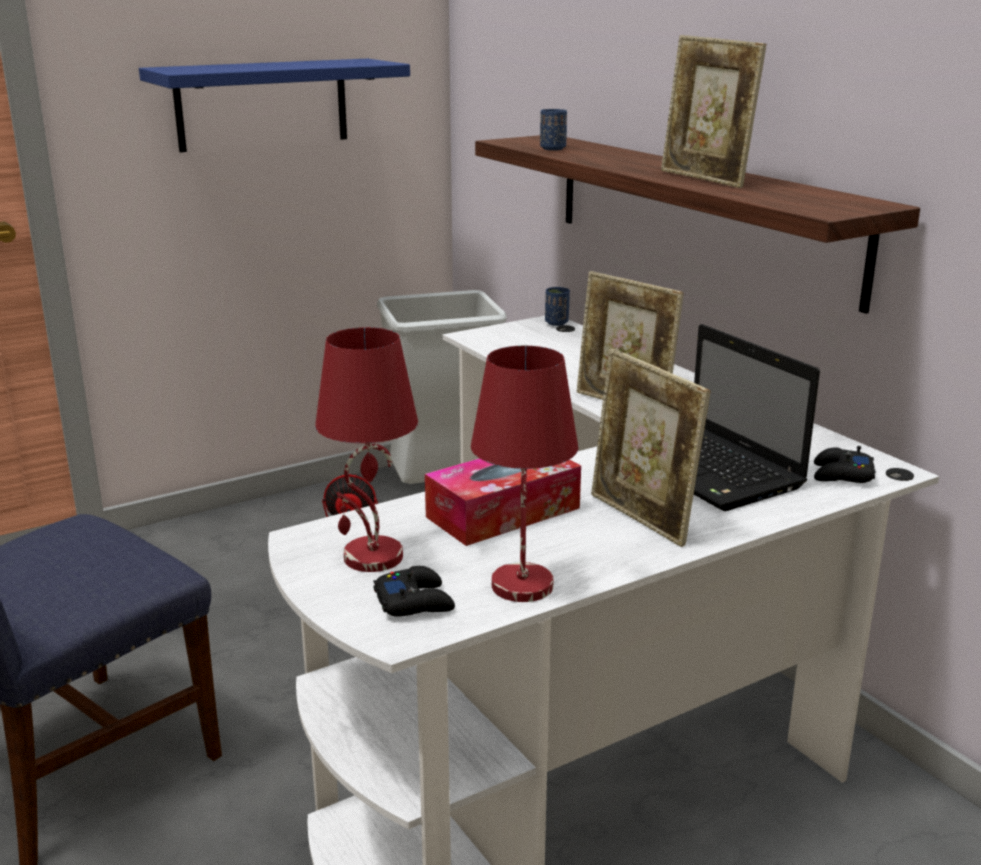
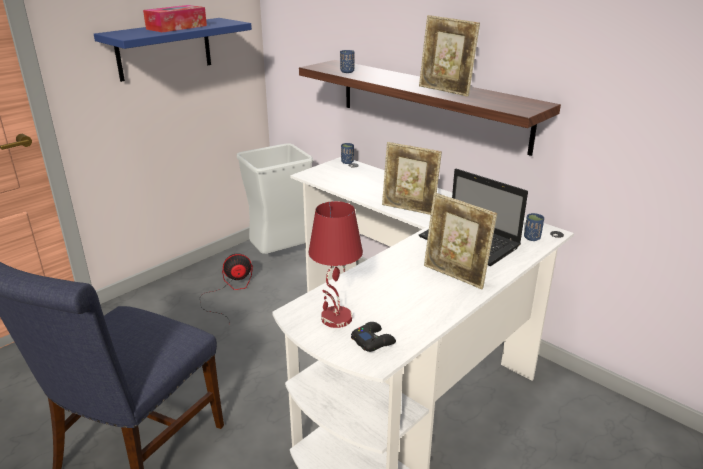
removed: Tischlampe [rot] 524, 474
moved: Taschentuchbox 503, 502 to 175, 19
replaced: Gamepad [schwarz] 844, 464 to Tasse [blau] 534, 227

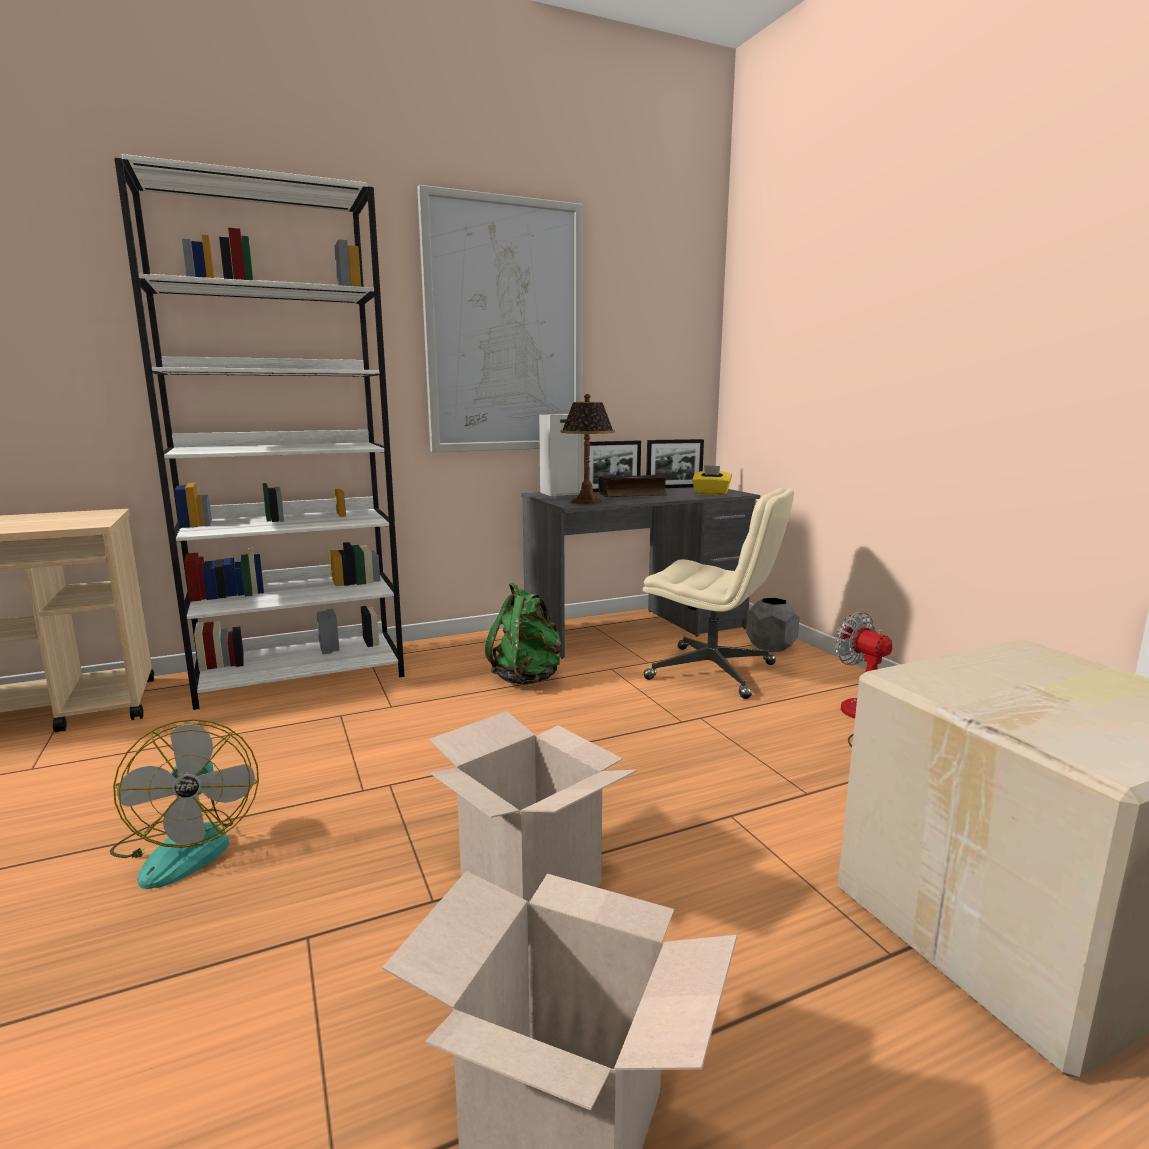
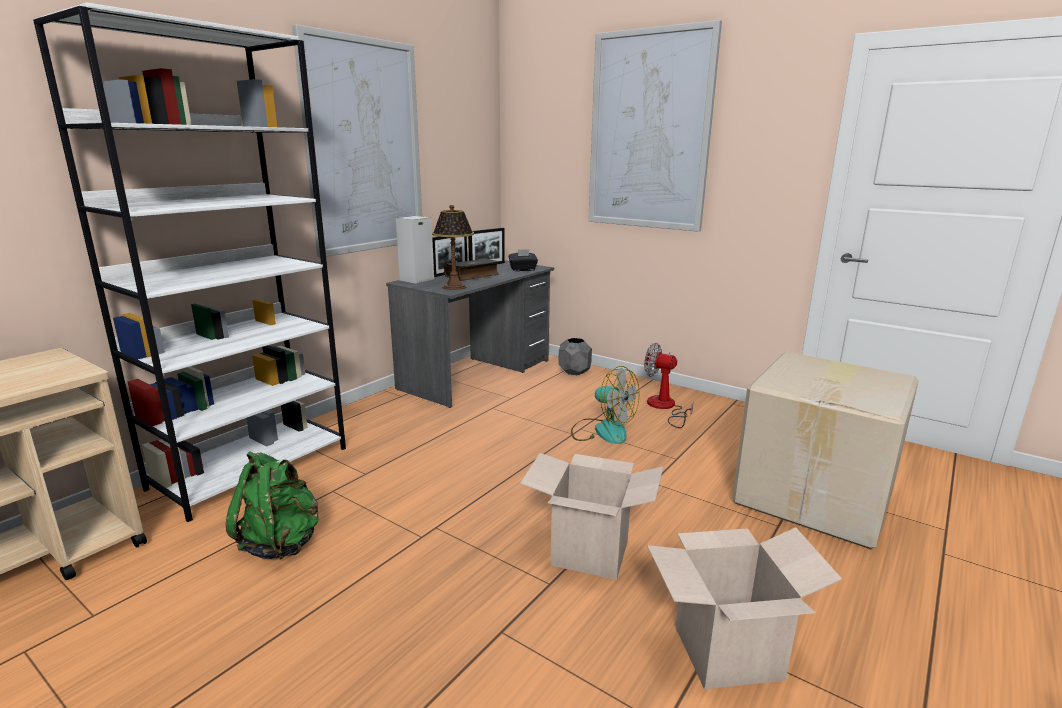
removed: Bürostuhl [beige] 718, 593
added: Bild 655, 126
moved: Ventilator 184, 804 to 605, 405; Rucksack [grün] 523, 633 to 272, 505
recoloured: Taschentuchbox [gelb] 712, 480 to Taschentuchbox [schwarz] 523, 260

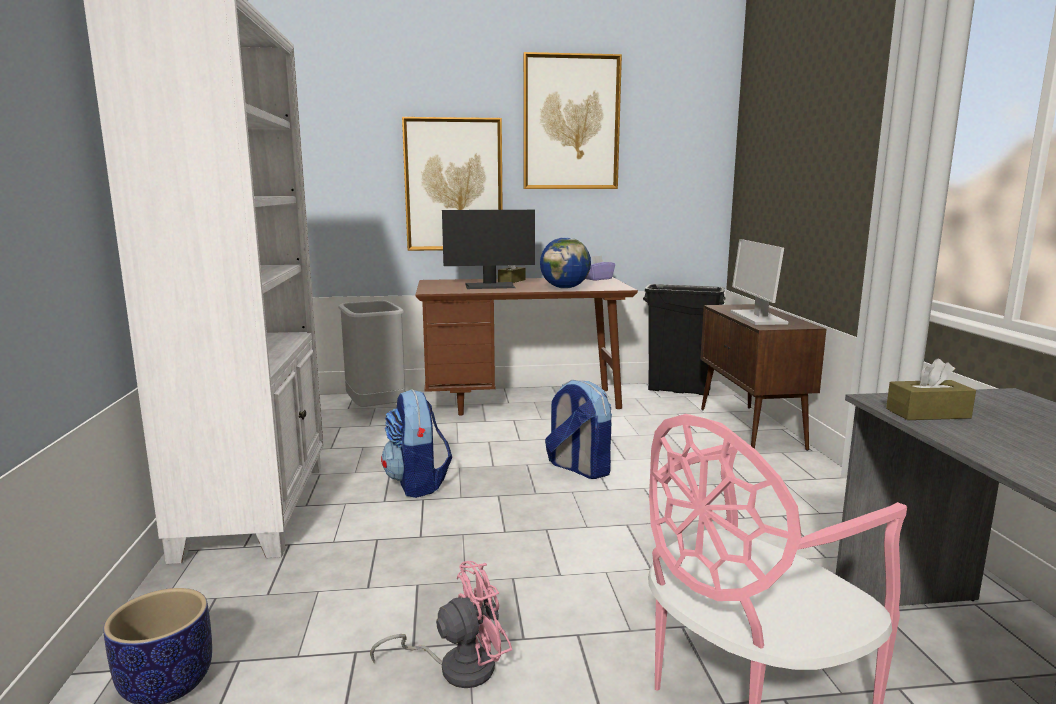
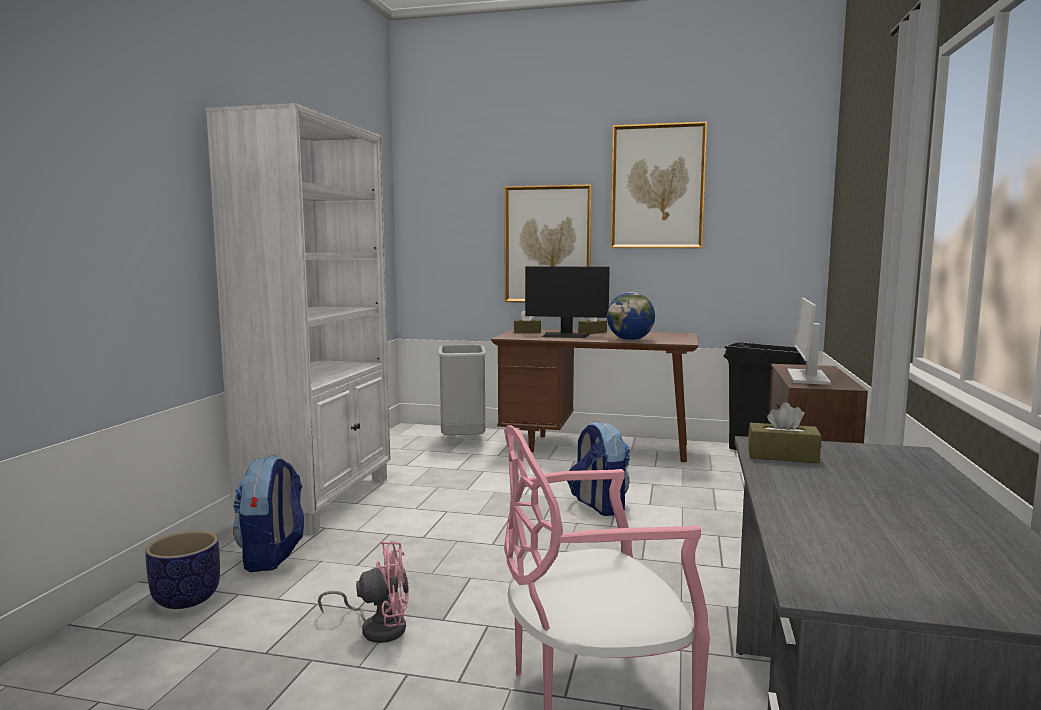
removed: Taschentuchbox [lila] 600, 267
added: Taschentuchbox [braun] 527, 322
moved: Rucksack 416, 443 to 268, 513

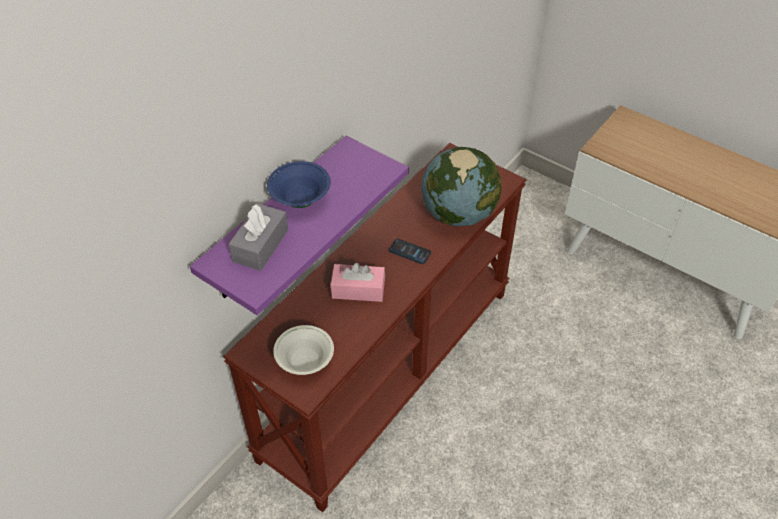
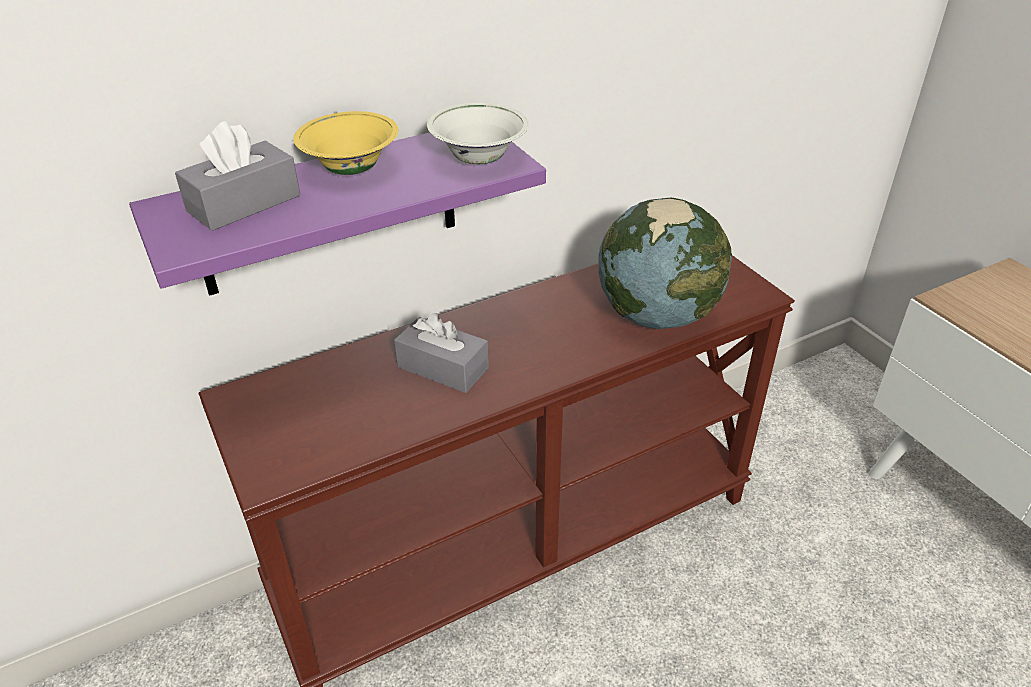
removed: Handy 410, 251
moved: Schüssel [weiß] 303, 350 to 478, 133
recoloured: Schüssel [blau] 299, 184 to Schüssel [gelb] 345, 143; Taschentuchbox [rosa] 358, 282 to Taschentuchbox [grau] 441, 353

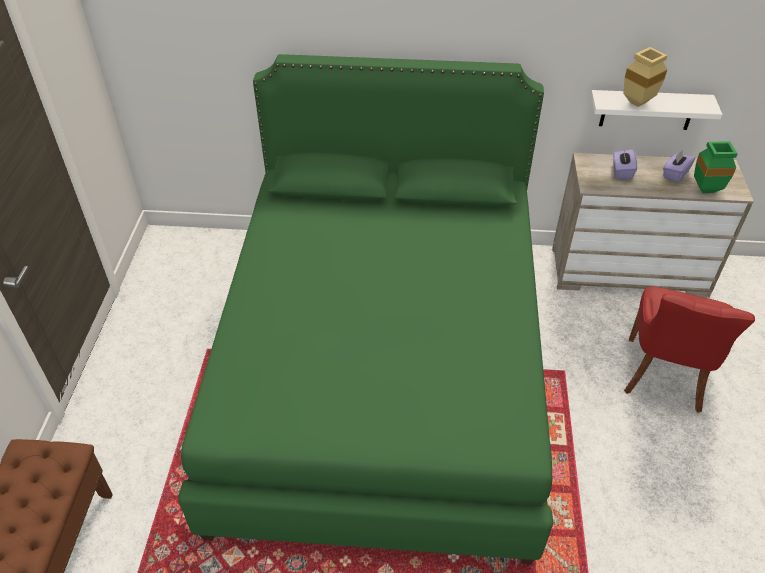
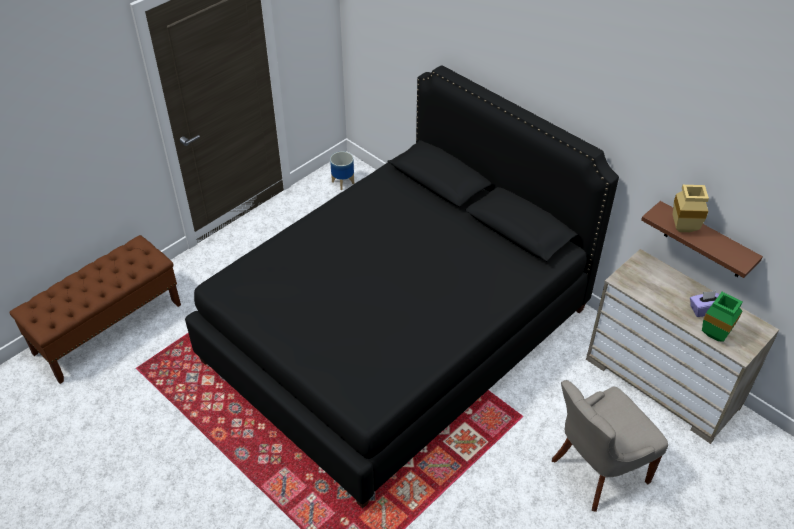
removed: Taschentuchbox [lila] 625, 165
added: Pflanzkübel 342, 170
recoloured: Bett [grün] 365, 309 to Bett [schwarz] 402, 286; Wandregal [weiß] 656, 110 to Wandregal [braun] 702, 239; Stuhl [rot] 689, 350 to Stuhl [grau] 610, 446

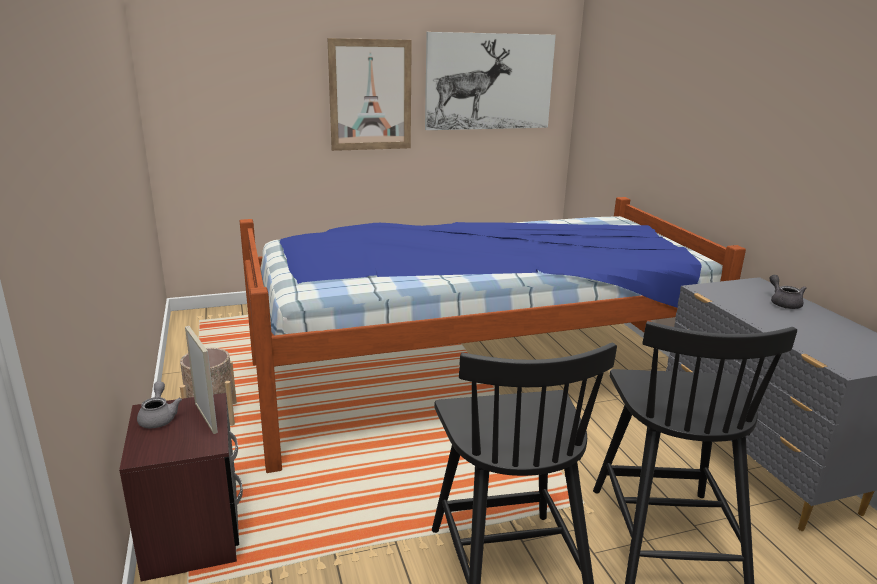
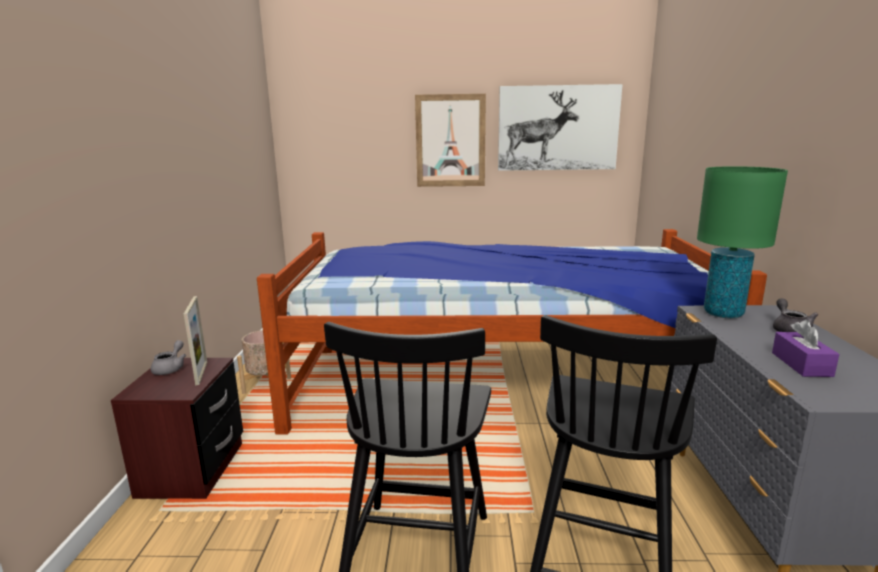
added: Tischlampe [grün] 742, 242; Taschentuchbox [lila] 806, 348

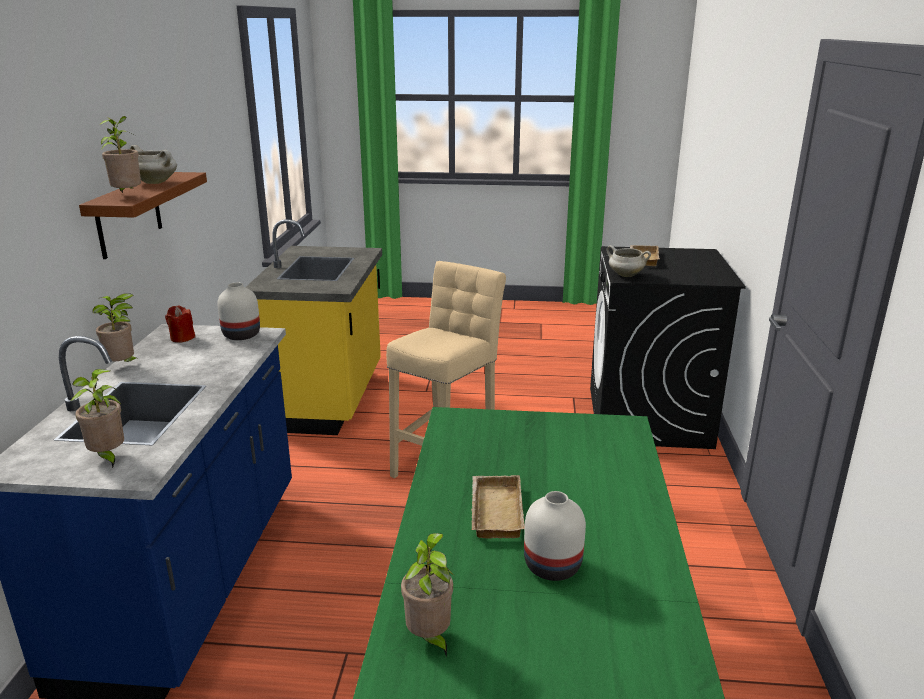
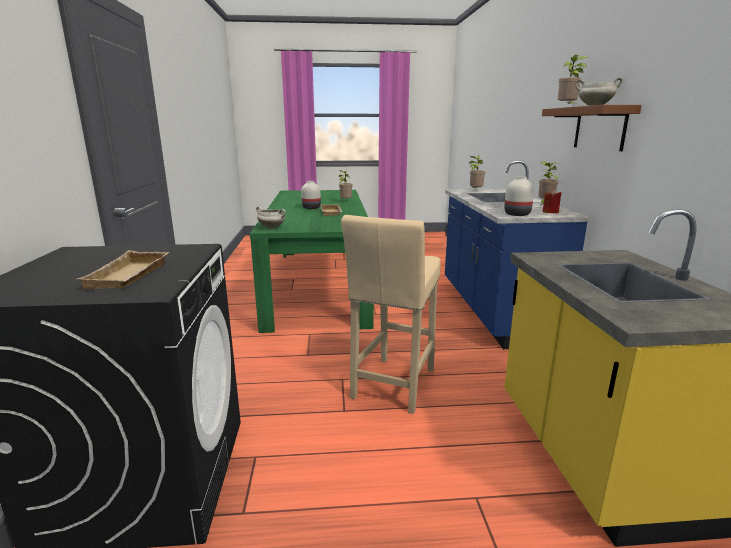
moved: Kochtopf [weiß] 628, 261 to 271, 217

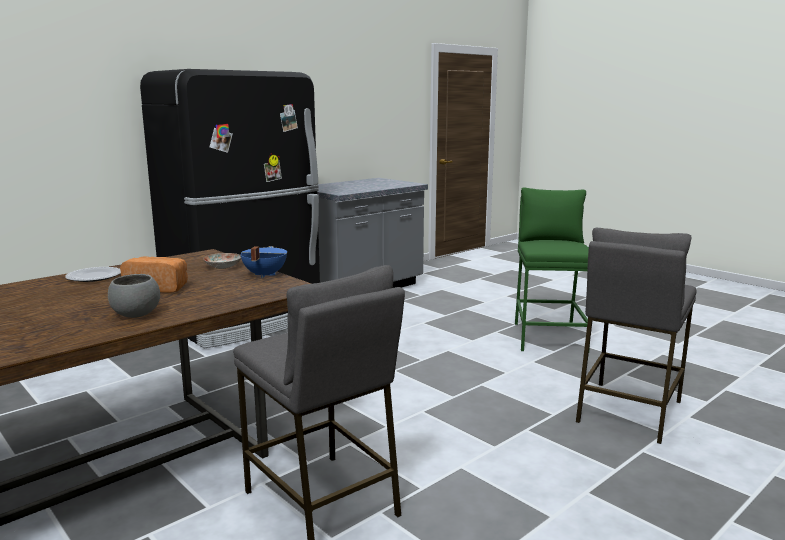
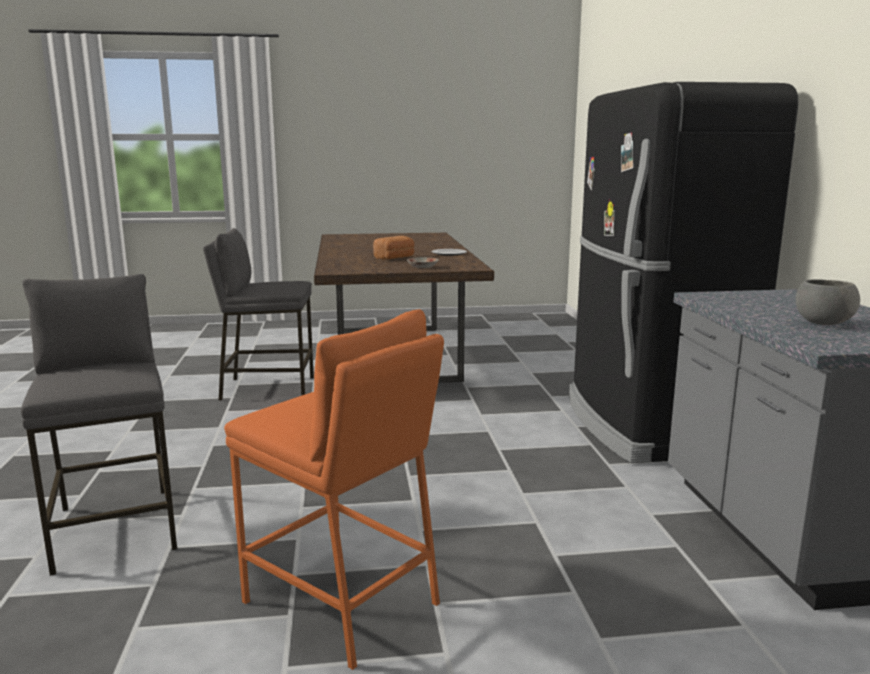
removed: Kochtopf [blau] 264, 262
moved: Schüssel [grau] 134, 296 to 828, 302
recoloured: Hocker [grün] 552, 269 to Hocker [orange] 334, 489

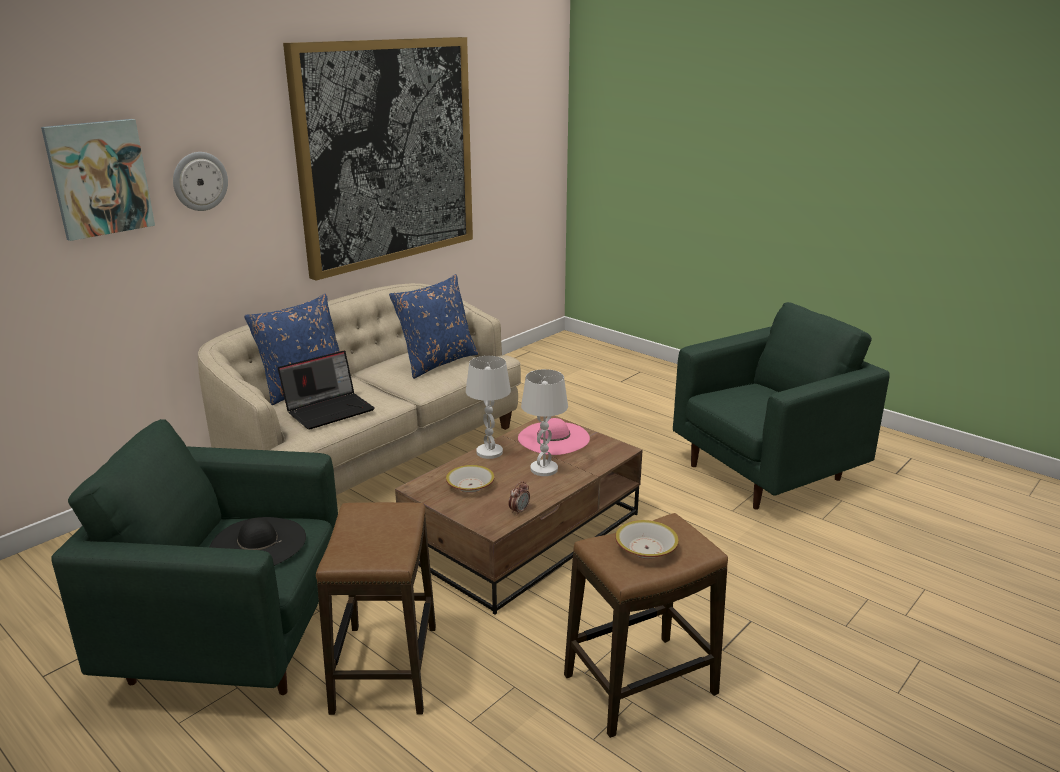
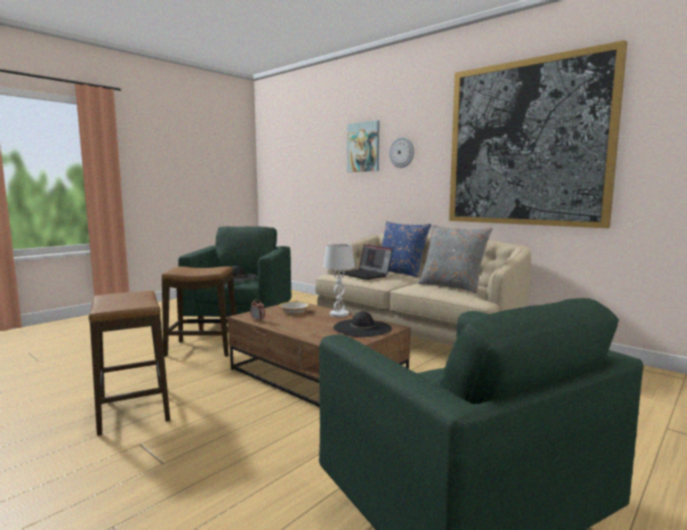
removed: Tischlampe [weiß] 544, 422; Schüssel 647, 539
recoloured: Kissen [blau] 434, 326 to Kissen [grau] 455, 259; Hut [rosa] 554, 436 to Hut [schwarz] 362, 324

